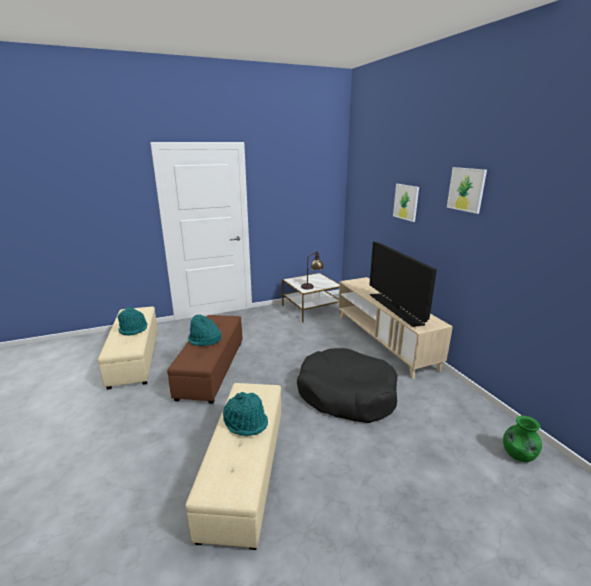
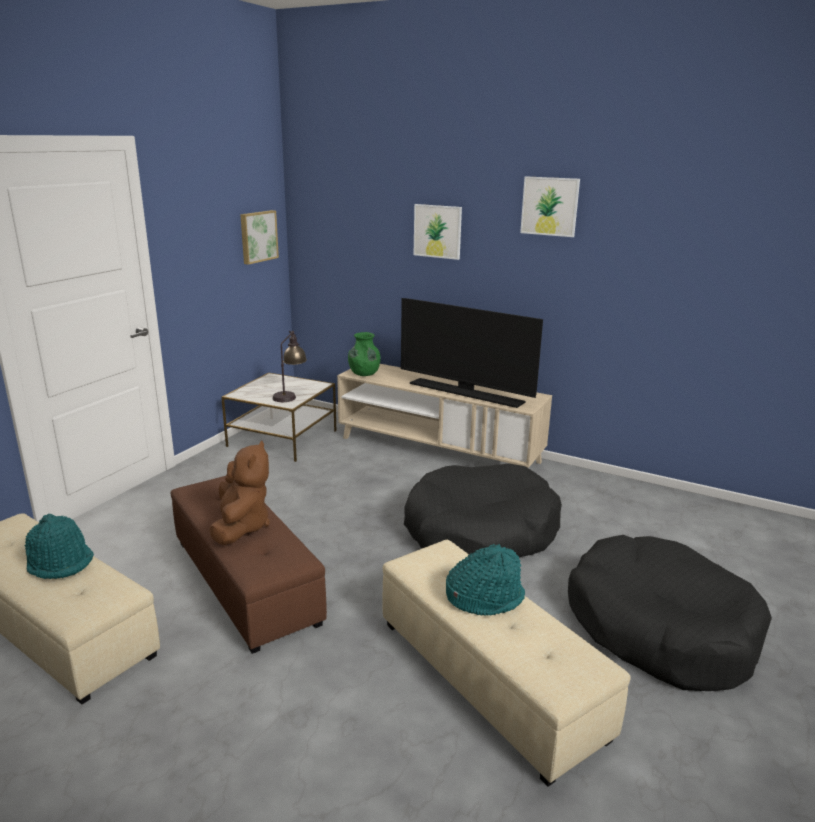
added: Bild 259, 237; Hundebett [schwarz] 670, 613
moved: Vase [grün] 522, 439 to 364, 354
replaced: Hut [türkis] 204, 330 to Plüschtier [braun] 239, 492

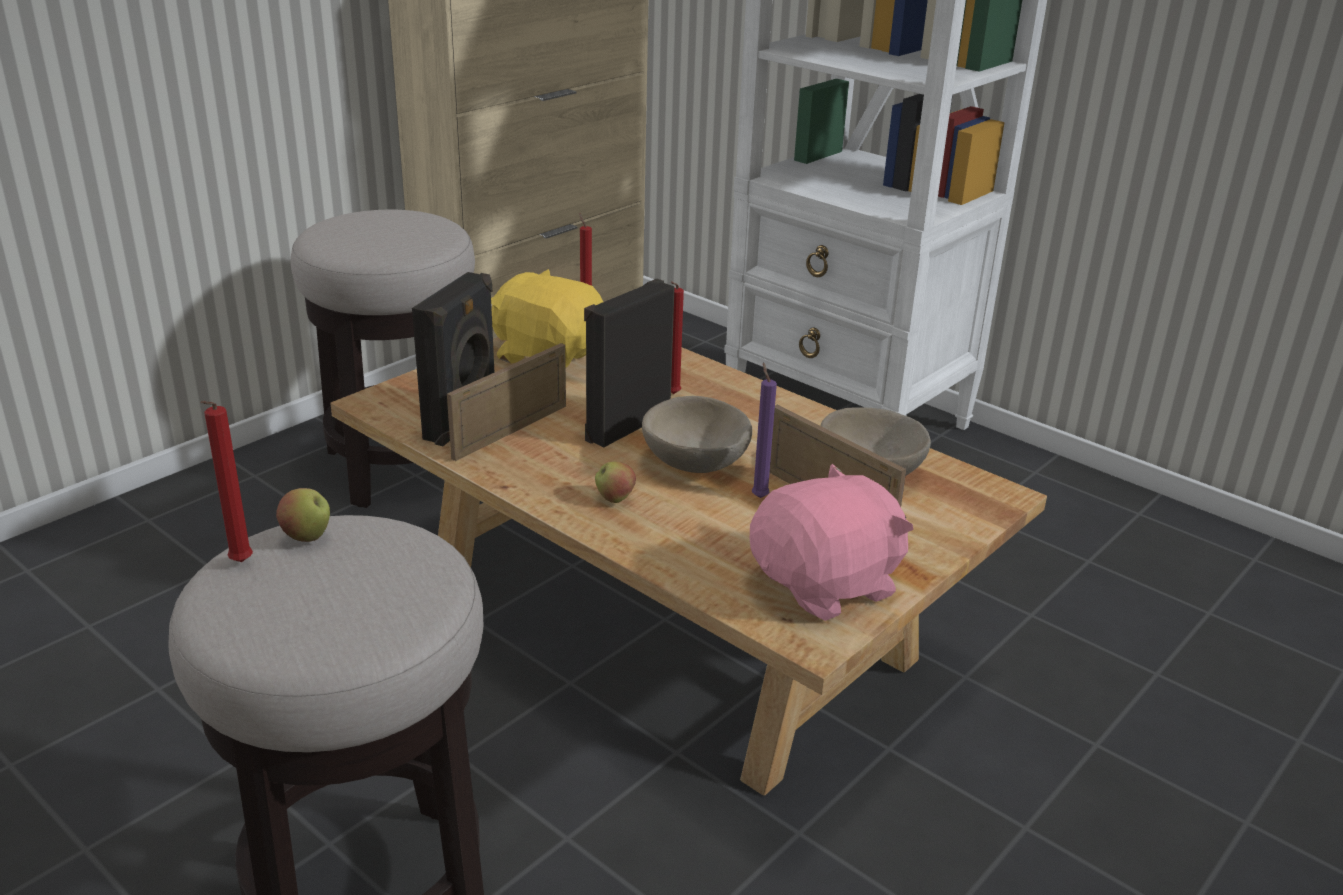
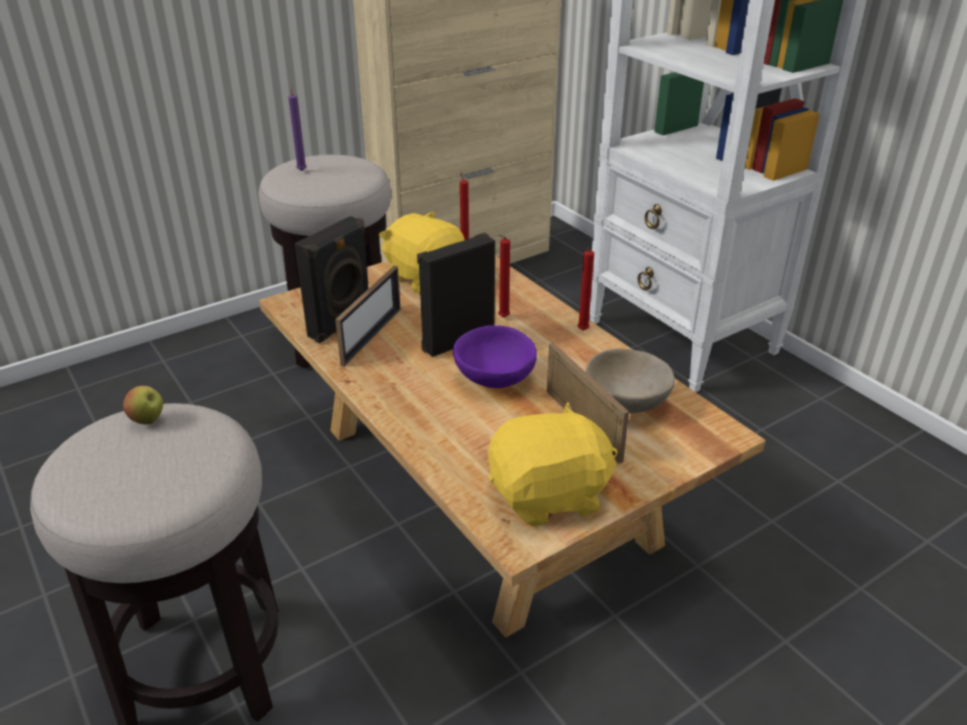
removed: Apfel 615, 482
moved: Kerze [rot] 226, 481 to 586, 288; Kerze [lila] 764, 430 to 297, 128
recoloured: Schüssel [beige] 697, 434 to Schüssel [lila] 495, 356; Plüschtier [rosa] 831, 542 to Plüschtier [gelb] 553, 464
turned: Bilderrahmen 506, 402 = 368, 316 150 degrees clockwise

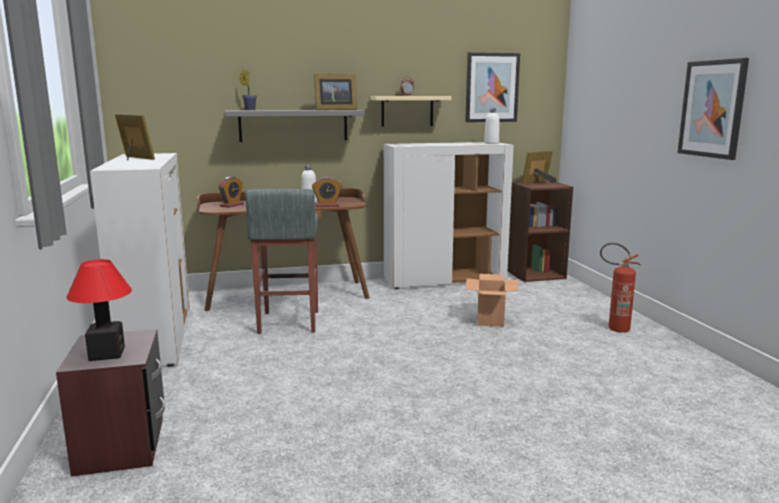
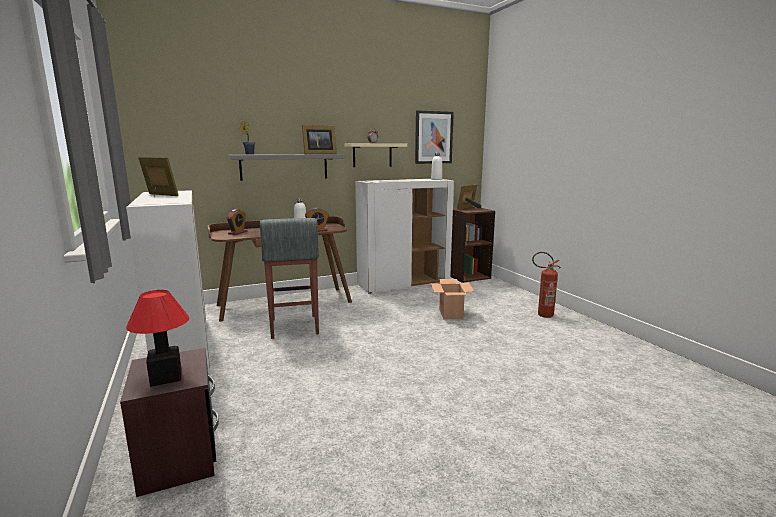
removed: Bild 713, 109

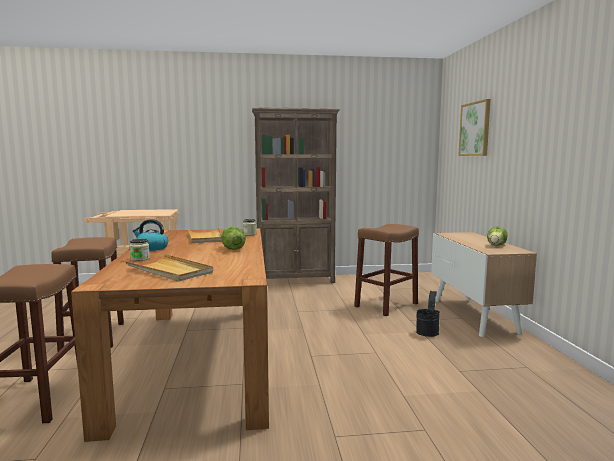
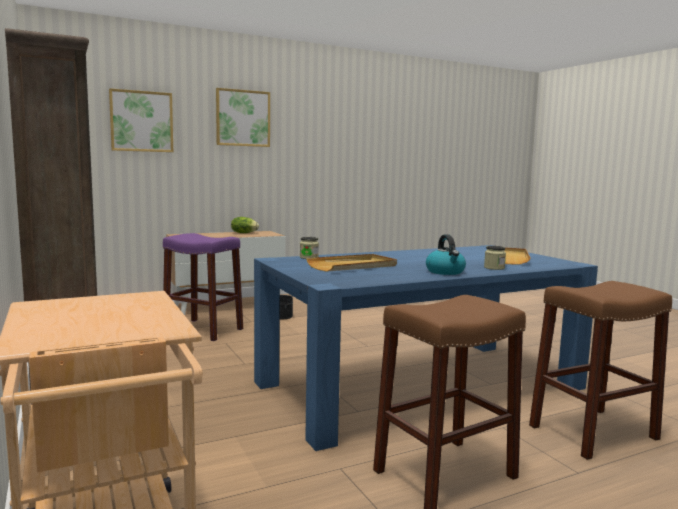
removed: Salatkopf 233, 238
added: Bild 243, 117
recoloured: Esstisch [braun] 170, 335 to Esstisch [blau] 426, 348; Hocker [braun] 386, 270 to Hocker [lila] 203, 287

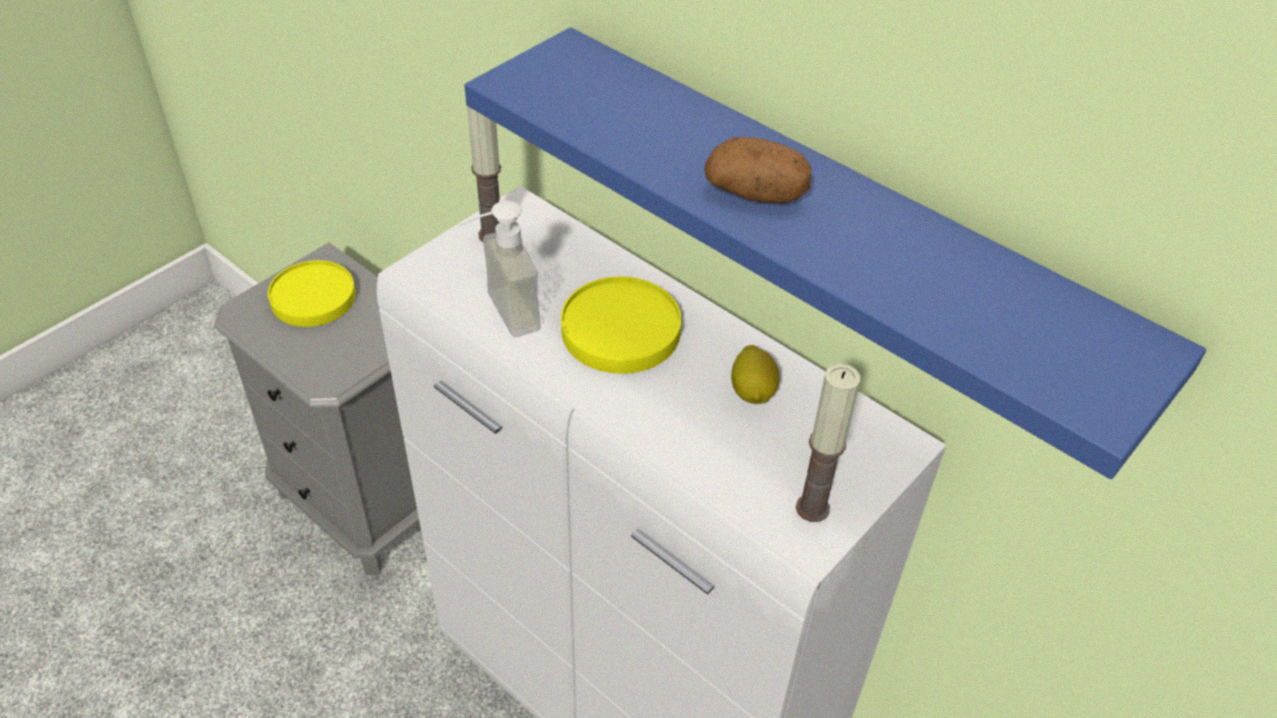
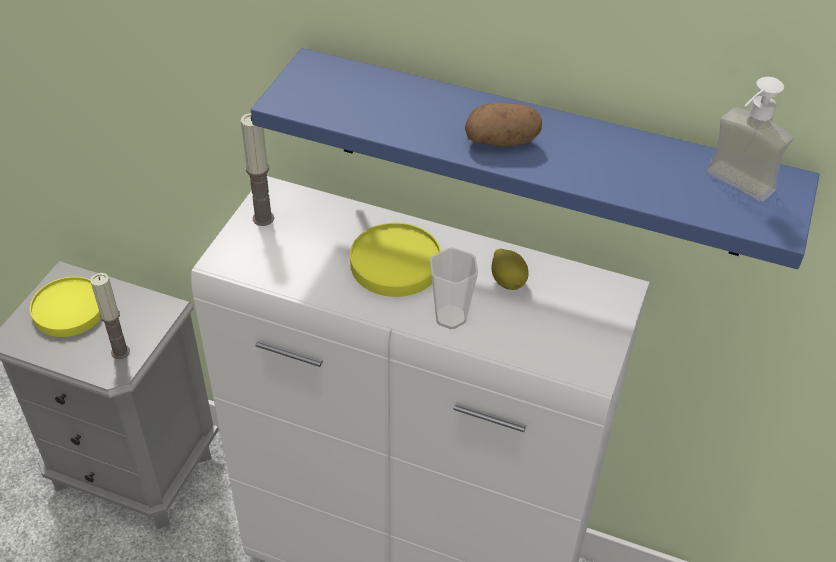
added: Tasse 454, 288
moved: Seifenspender 499, 268 to 750, 139; Kerze 828, 442 to 110, 316

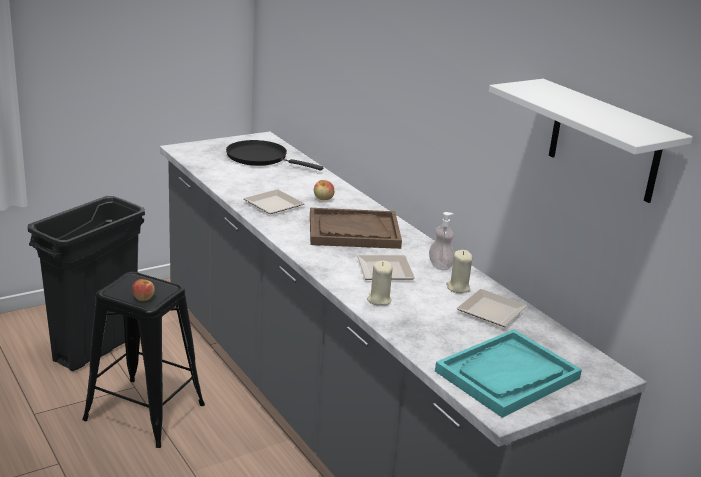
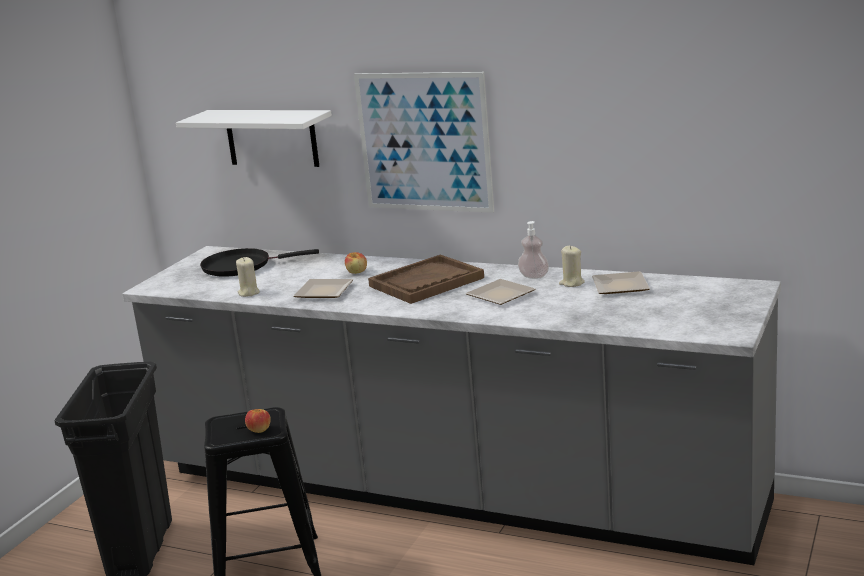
removed: Tablett [türkis] 508, 373
added: Bild 424, 142
moved: Kerze [beige] 380, 283 to 248, 277; Wandregal [weiß] 591, 141 to 254, 138

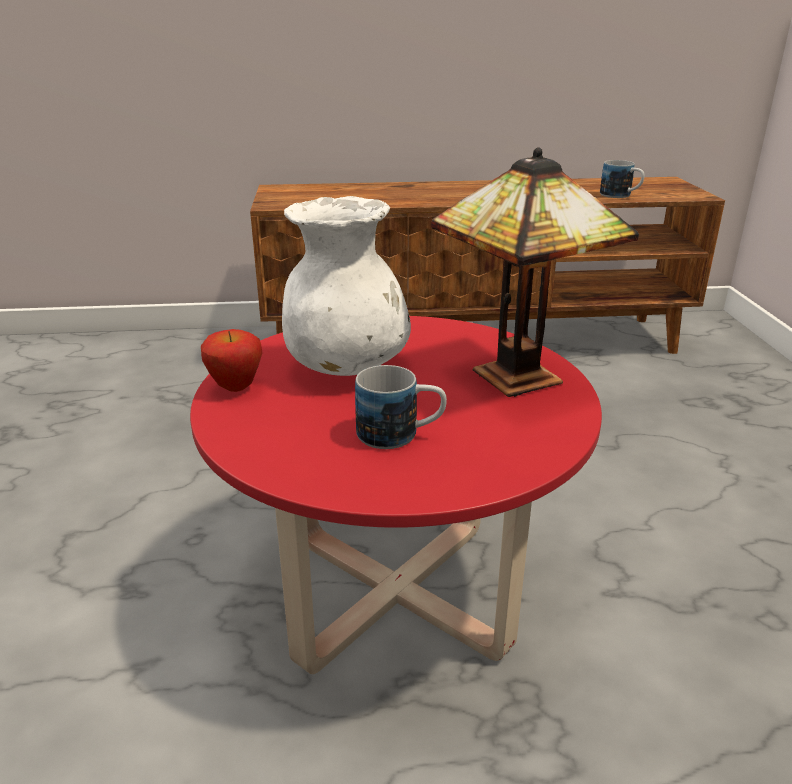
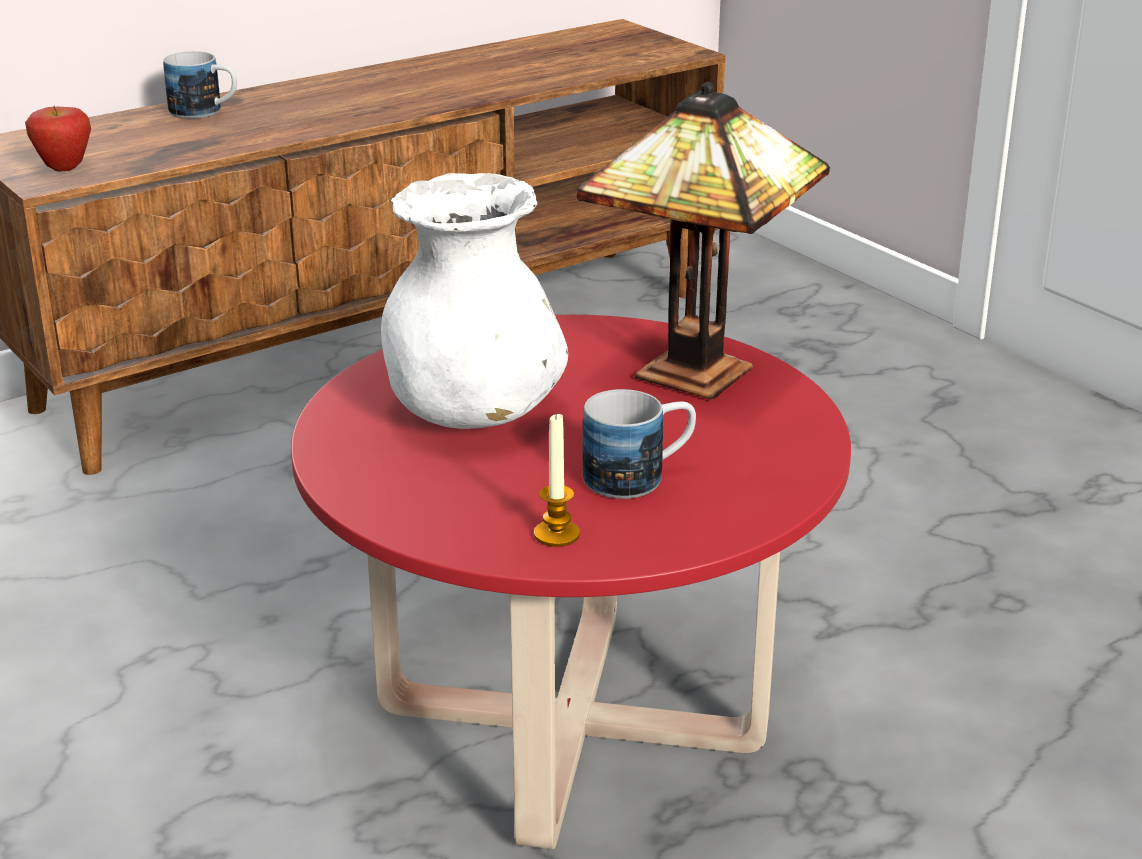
added: Kerze 557, 479
moved: Apfel 231, 360 to 58, 138; Henkelbecher 622, 179 to 200, 85

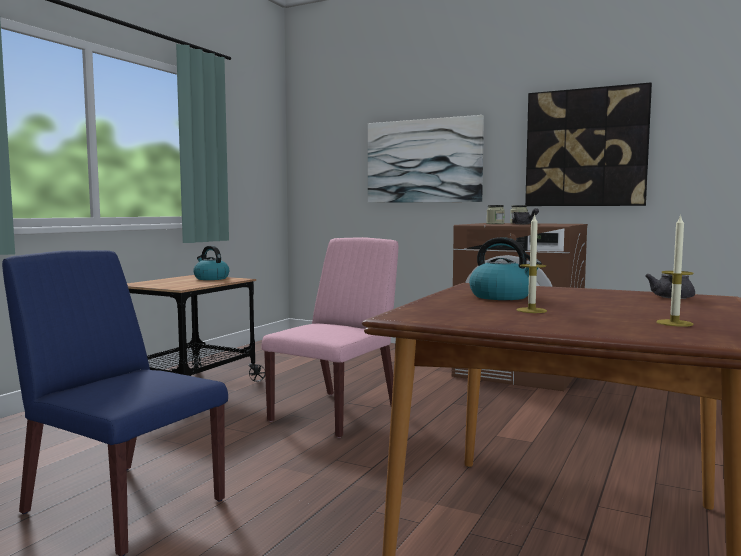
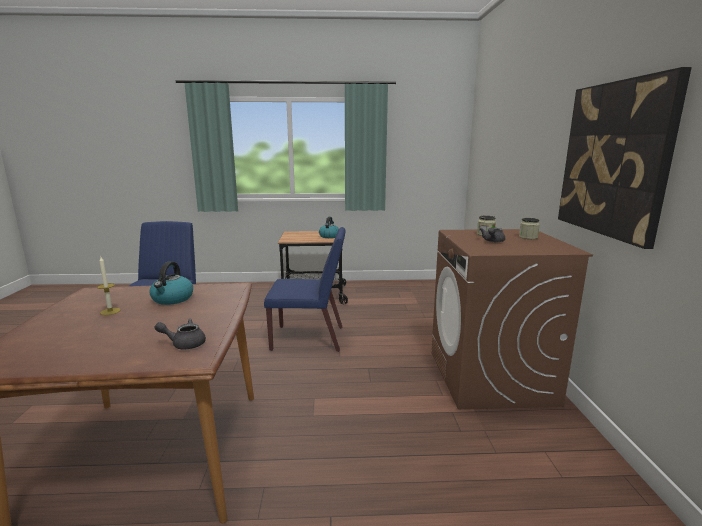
removed: Bild 426, 159; Kerze 675, 270
recoloured: Stuhl [rosa] 329, 337 to Stuhl [blau] 304, 289

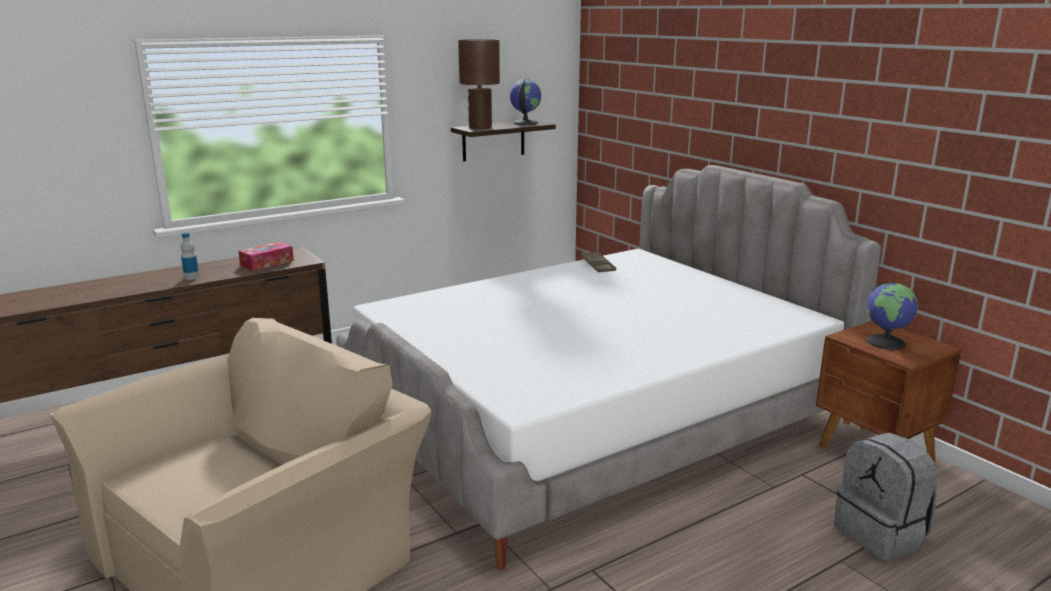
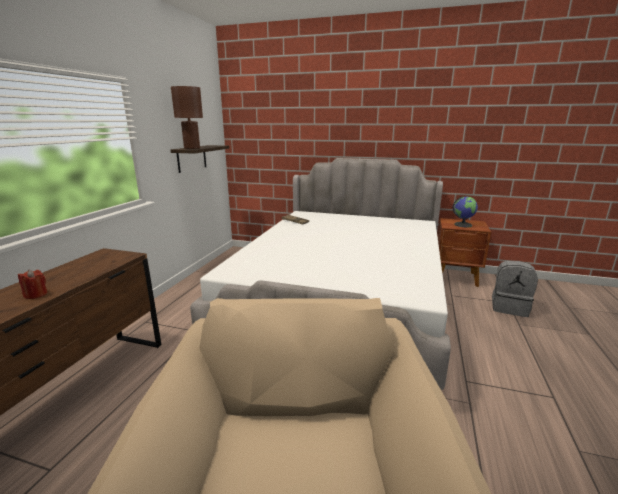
removed: Taschentuchbox 266, 256; Globus 526, 102
replaced: Flasche 190, 256 to Kerze [rot] 32, 284

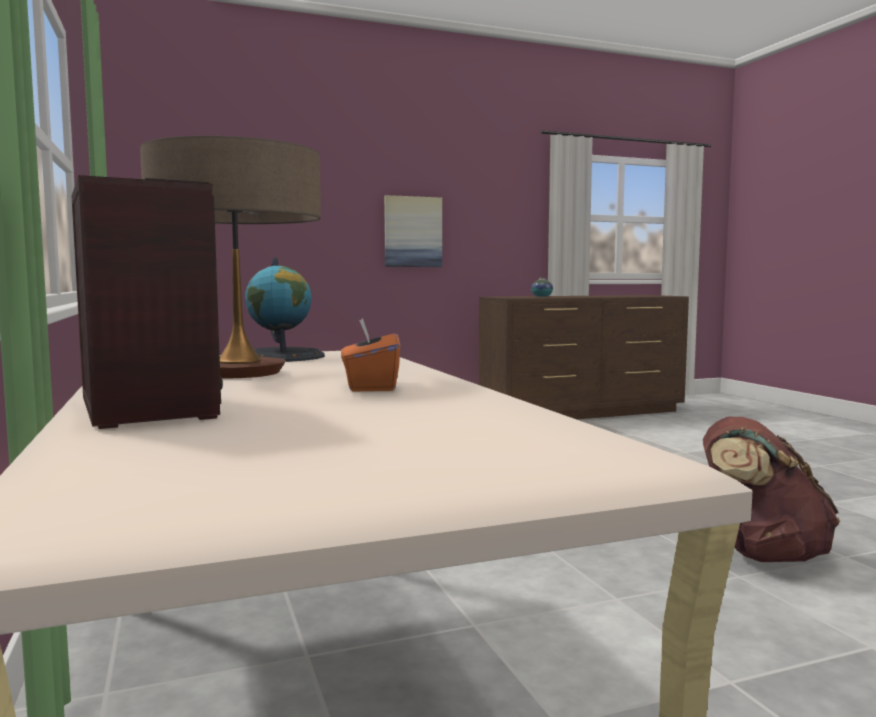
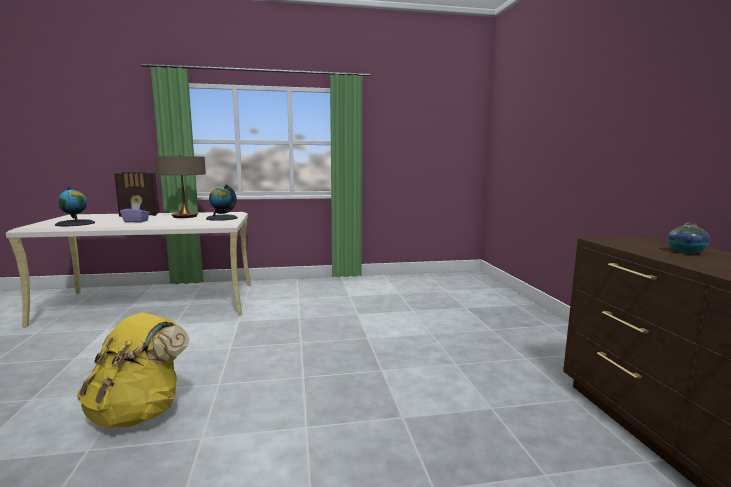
removed: Bild 413, 231
added: Globus 75, 206
recoloured: Taschentuchbox [orange] 370, 354 to Taschentuchbox [lila] 135, 213; Rucksack [braun] 771, 489 to Rucksack [gelb] 133, 370

